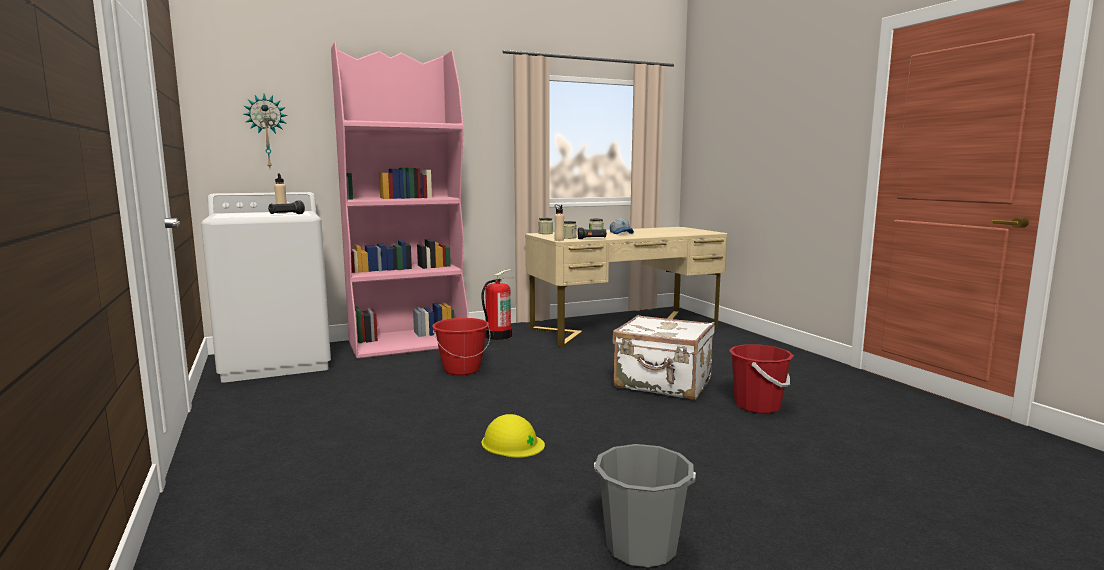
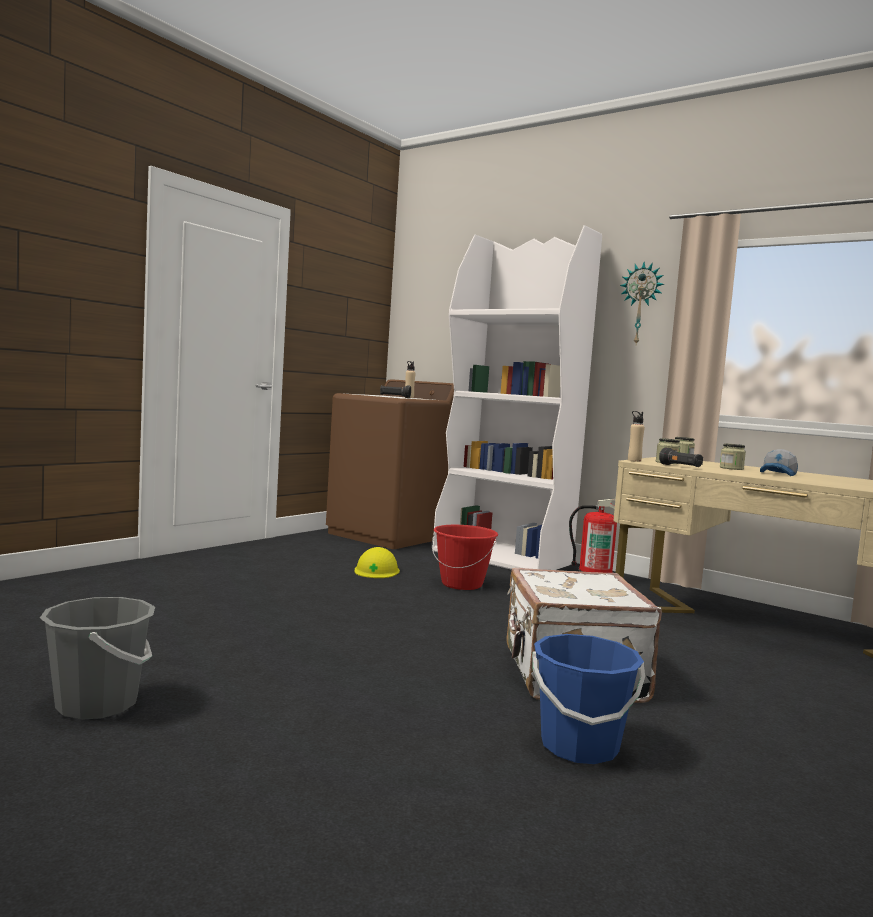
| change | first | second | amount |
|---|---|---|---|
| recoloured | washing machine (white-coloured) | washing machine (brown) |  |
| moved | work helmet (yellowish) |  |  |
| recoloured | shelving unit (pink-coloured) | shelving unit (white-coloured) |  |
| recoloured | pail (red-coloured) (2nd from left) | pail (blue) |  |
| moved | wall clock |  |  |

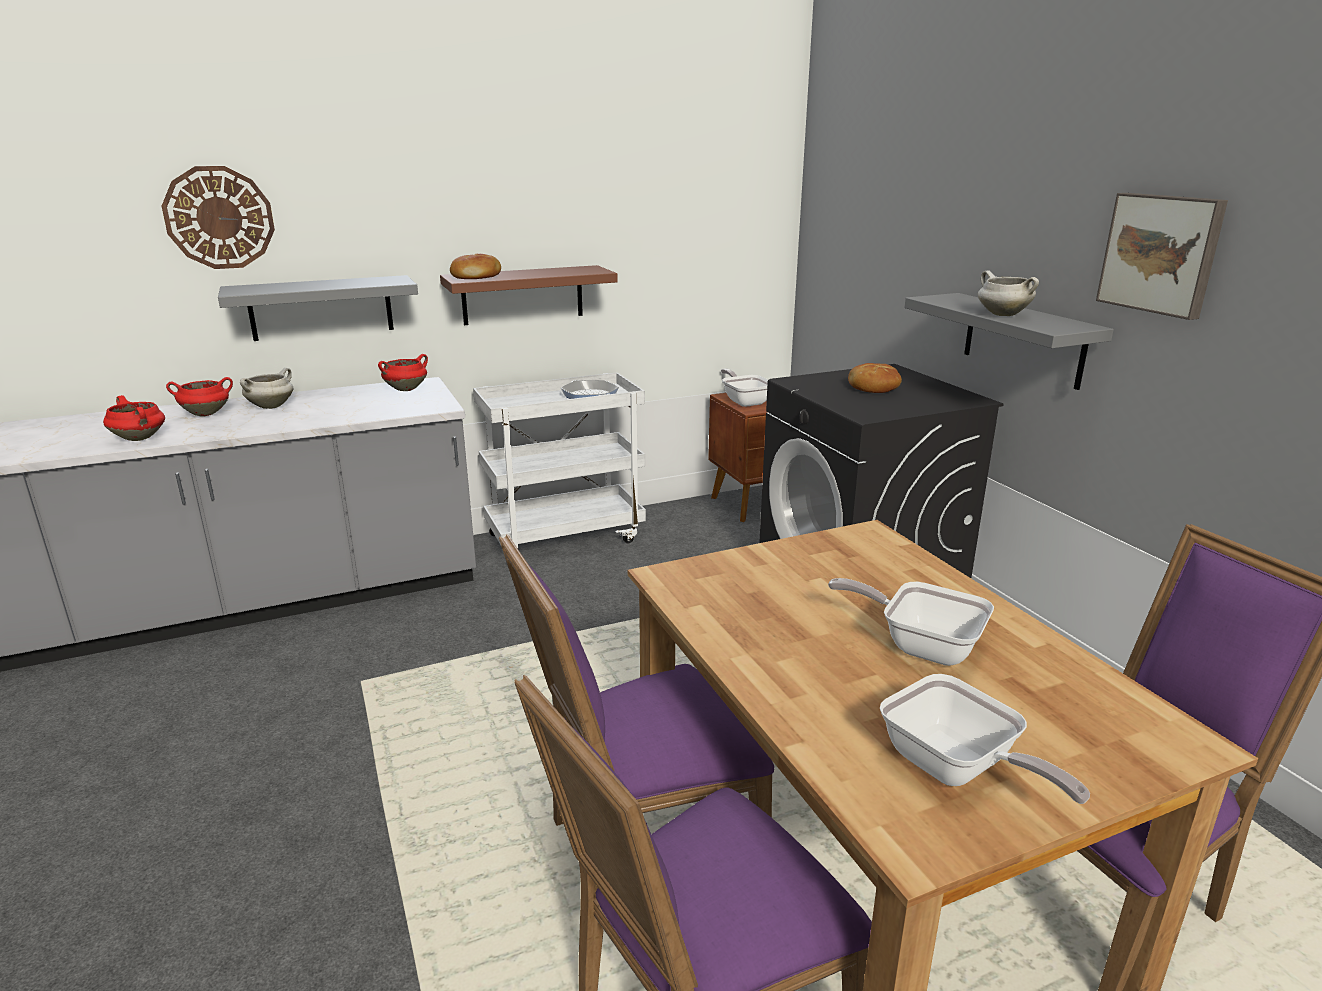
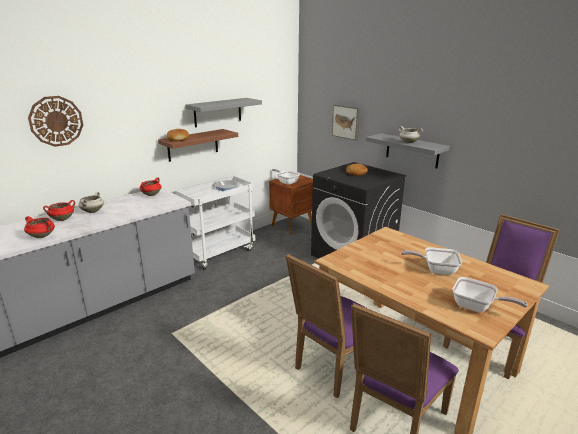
| change | first | second | amount |
|---|---|---|---|
| moved | bracket shelf (grey) (1st from left) |  |  |
| moved | wall art |  |  |

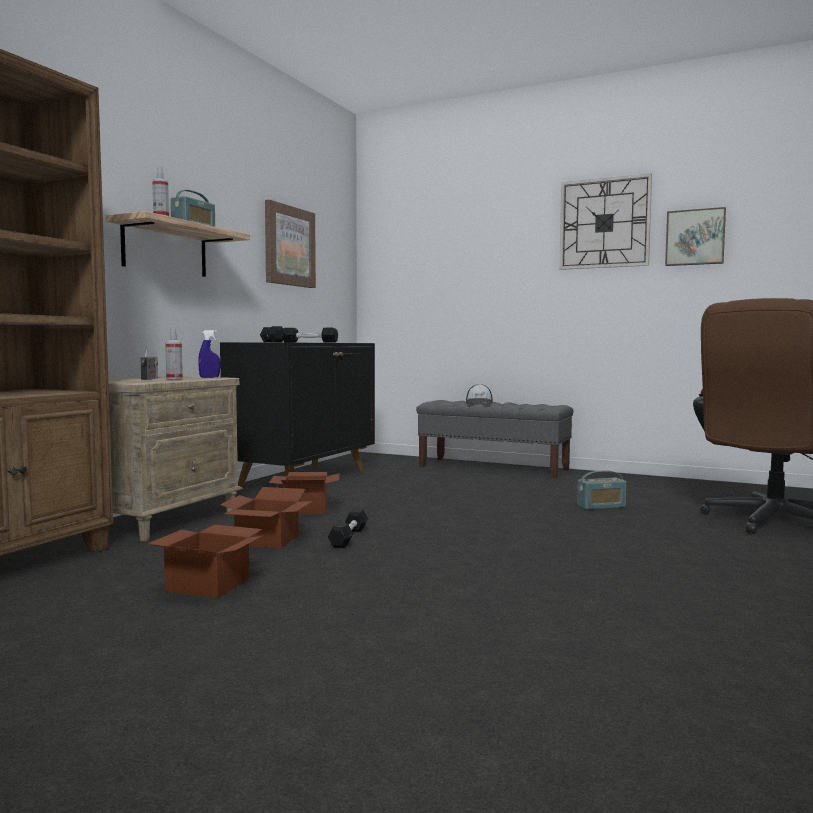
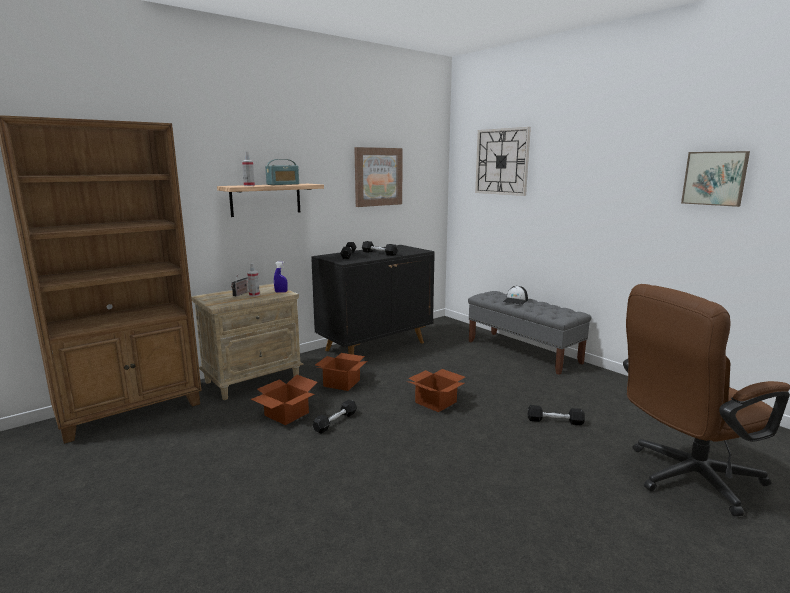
| change | first | second | amount |
|---|---|---|---|
| moved | packing box (1st from left in the first image) | packing box (3rd from left) |  |
| moved | wall clock |  |  |
| replaced | radio receiver (3rd from left) | free weight (blackish) (4th from left) |  |

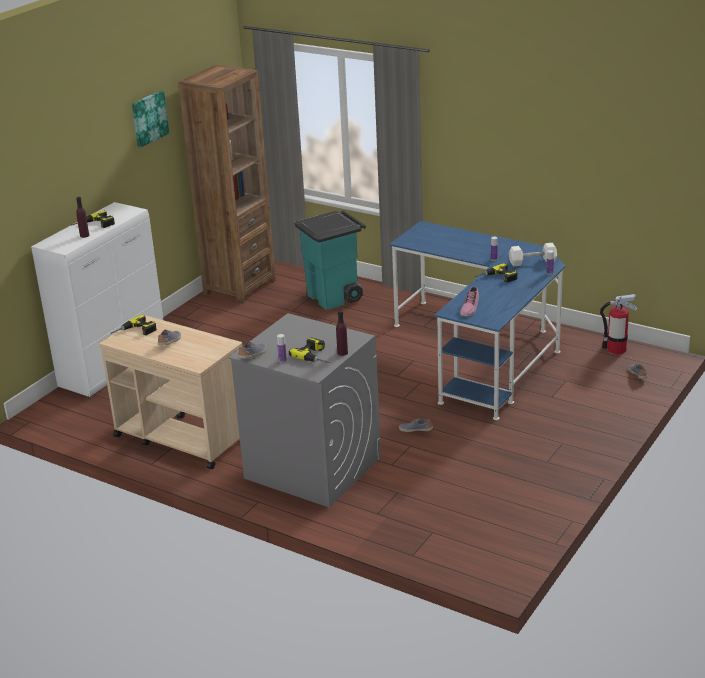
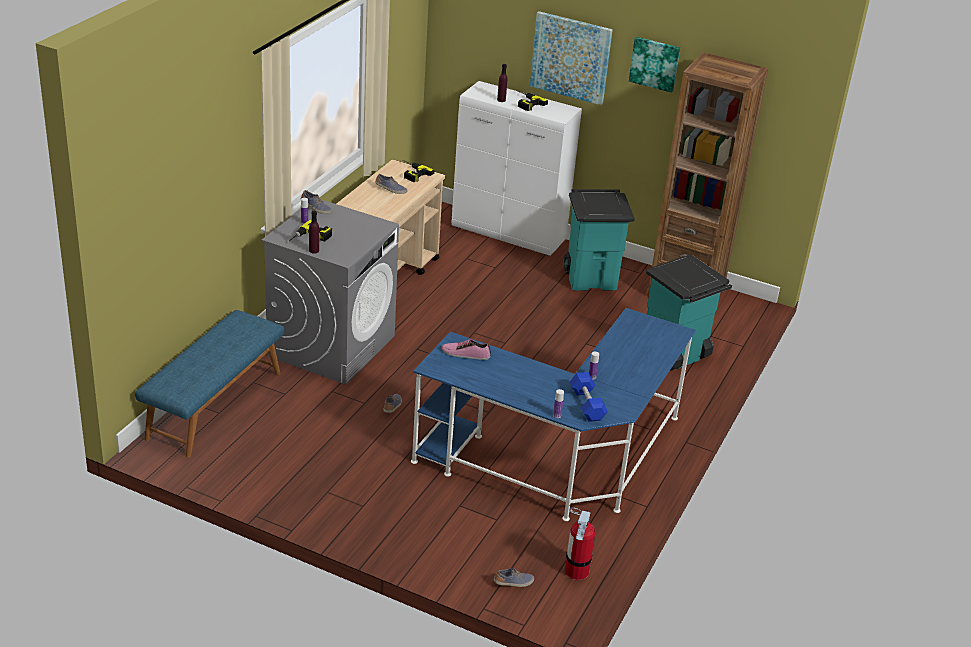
| change | first | second | amount |
|---|---|---|---|
| added |  | bench (blue) |  |
| added |  | wall art (1st from left) |  |
| added |  | waste bin (turquoise-coloured) (1st from left) |  |
| recoloured | free weight (white-coloured) | free weight (blue) |  |
| removed | electric drill (4th from left) |  |  |

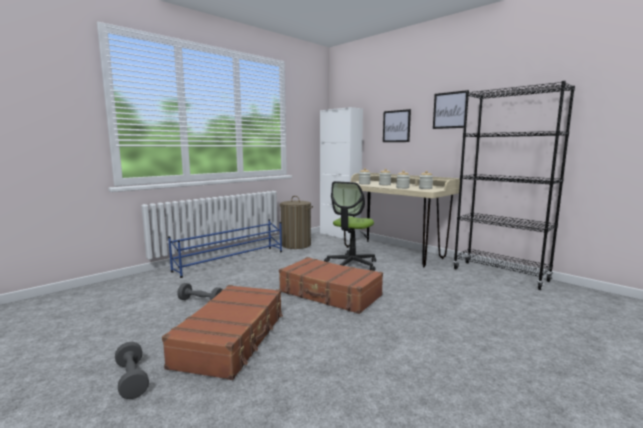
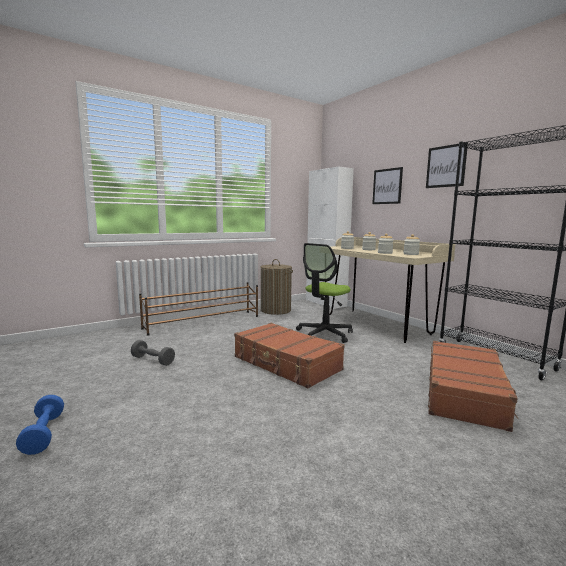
| change | first | second | amount |
|---|---|---|---|
| recoloured | free weight (grey) (1st from left) | free weight (blue) |  |
| recoloured | shoe rack (blue) | shoe rack (brown) |  |
| moved | suitcase (brown) (1st from left in the first image) | suitcase (brown) (2nd from left) |  |

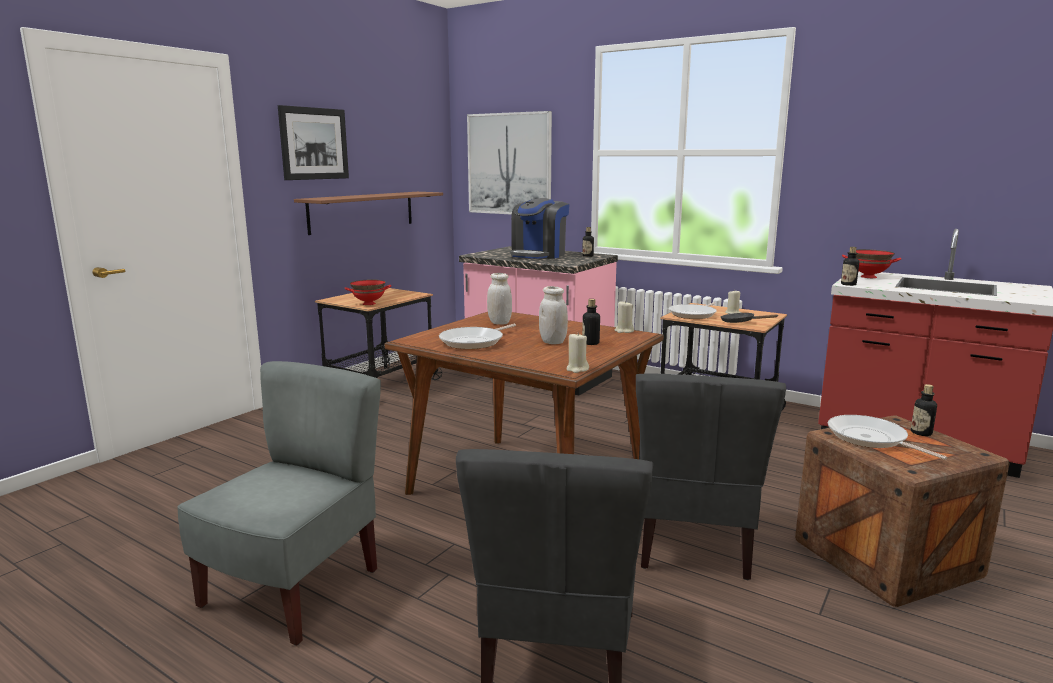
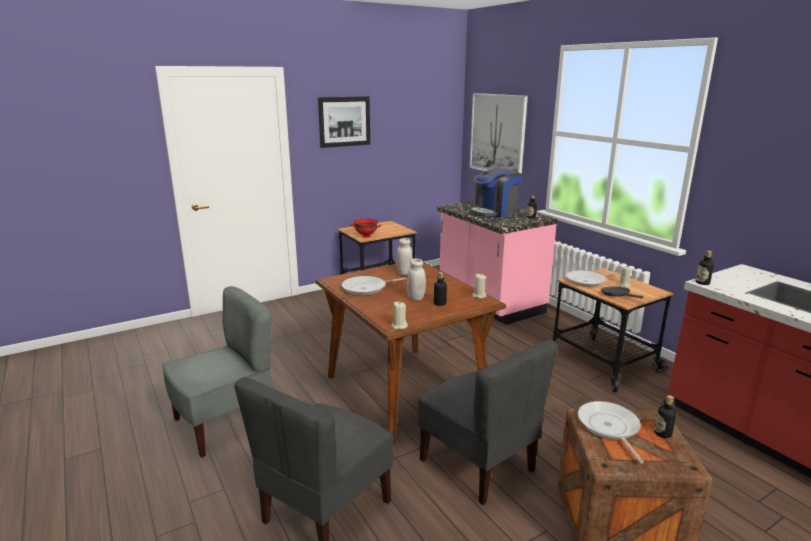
| change | first | second | amount |
|---|---|---|---|
| turned | plain chair (grey) (3rd from left) |  | 75 degrees counterclockwise |
| removed | bracket shelf (brown) |  |  |
| removed | serving bowl (red-coloured) (2nd from left) |  |  |

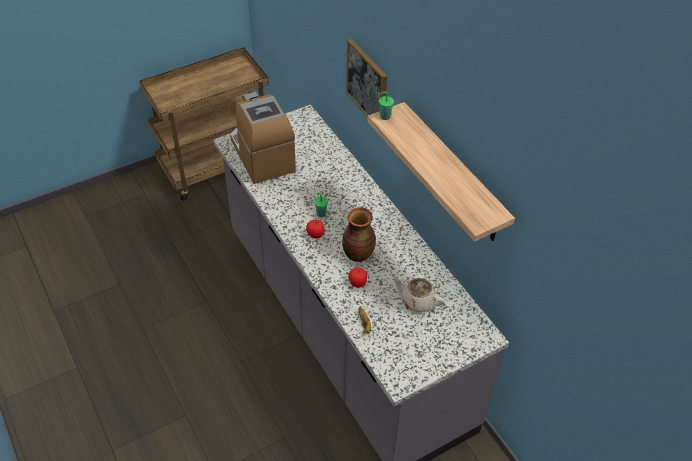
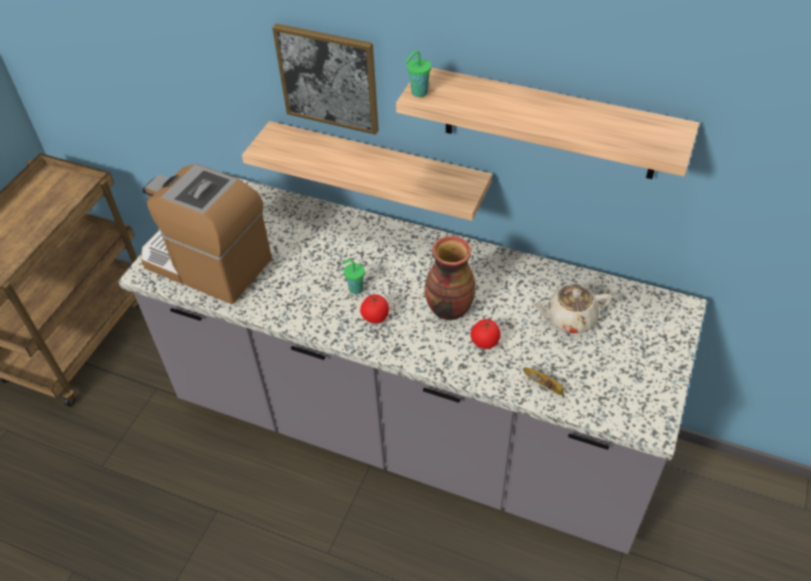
| change | first | second | amount |
|---|---|---|---|
| added |  | bracket shelf (1st from left) |  |

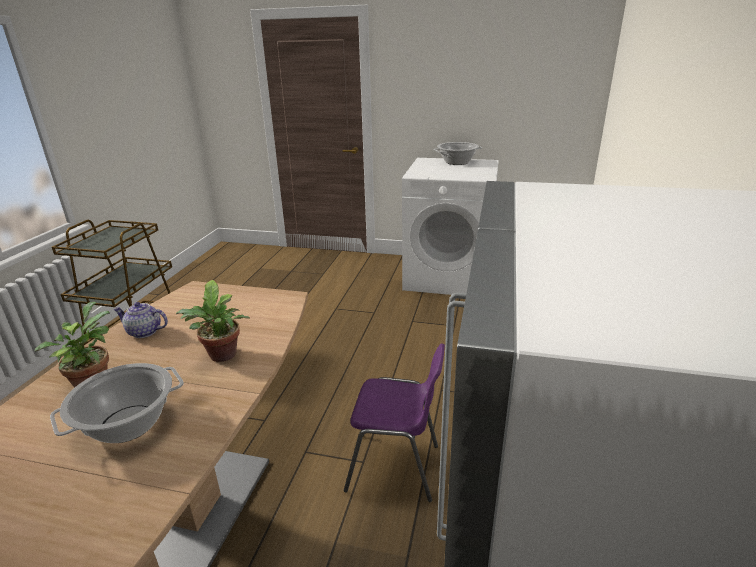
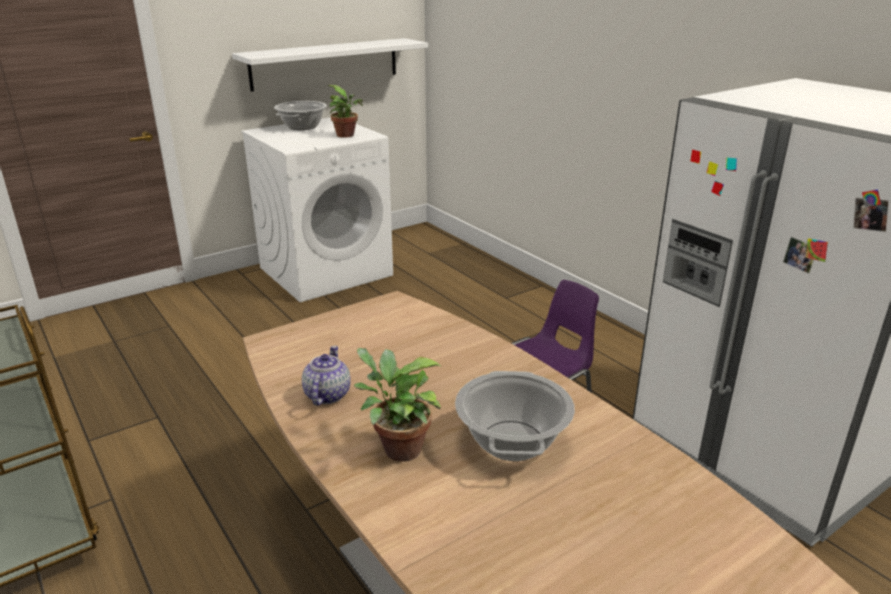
| change | first | second | amount |
|---|---|---|---|
| added |  | bracket shelf (white-coloured) |  |
| turned | pot for tea |  | 135 degrees clockwise |
| moved | houseplant (2nd from left in the first image) | houseplant (1st from left) |  |

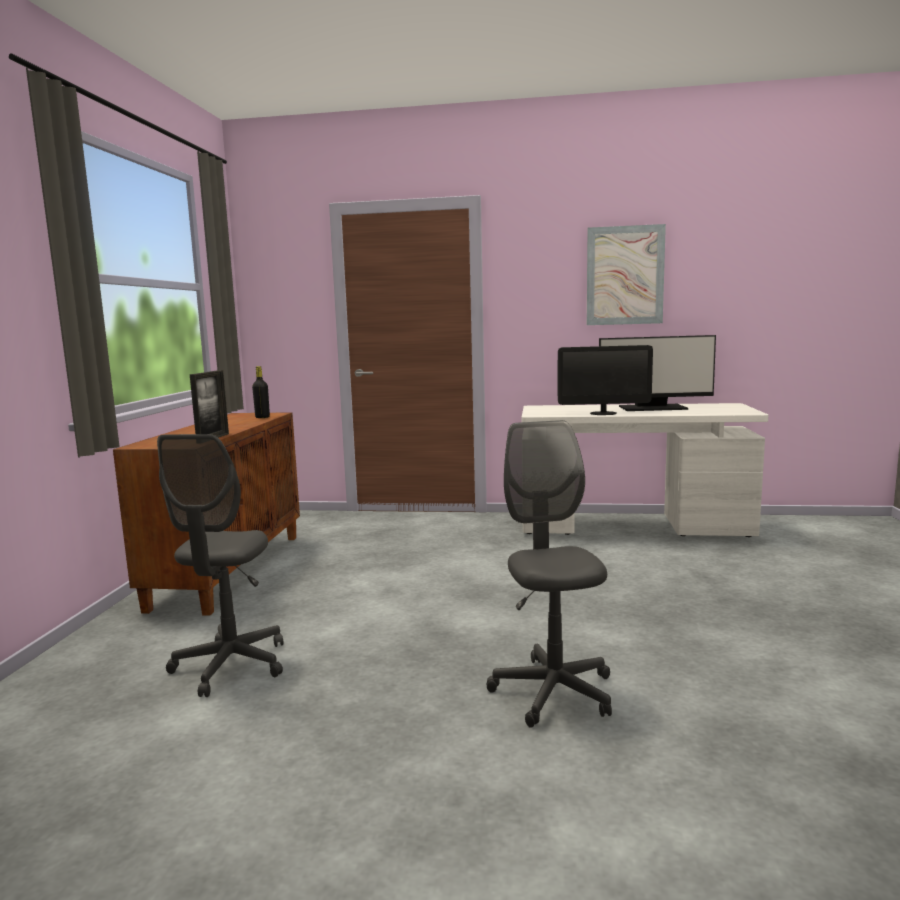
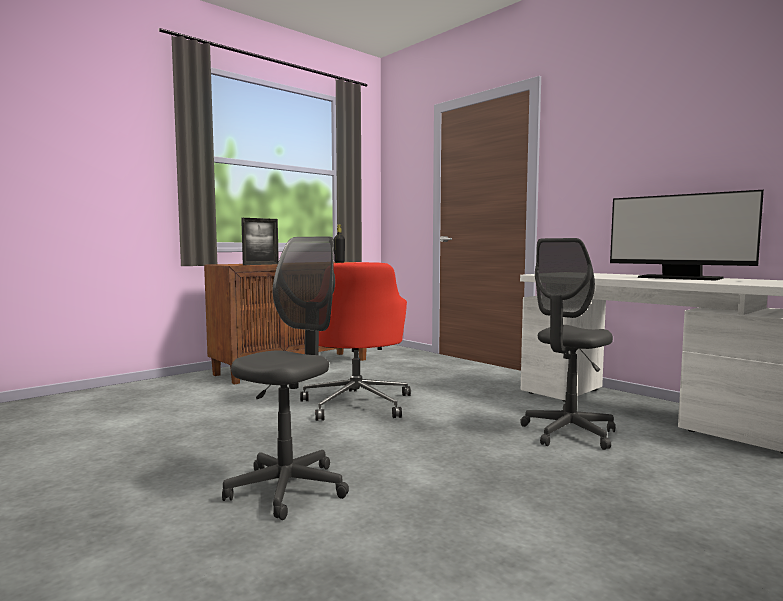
| change | first | second | amount |
|---|---|---|---|
| added |  | office chair (red-coloured) |  |
| moved | office chair (grey) (1st from left in the first image) | office chair (grey) (2nd from left) |  |
| removed | computer screen (1st from left) |  |  |
| removed | wall art |  |  |

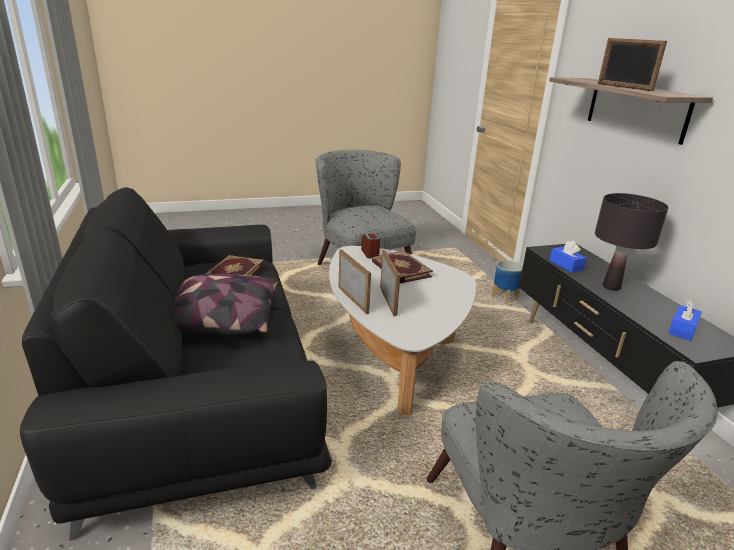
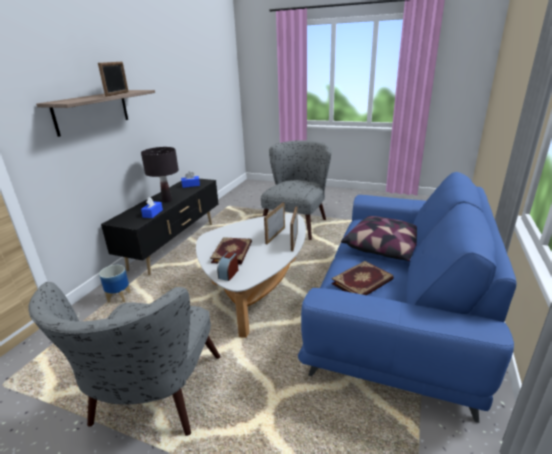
| change | first | second | amount |
|---|---|---|---|
| recoloured | couch (blackish) | couch (blue) |  |

